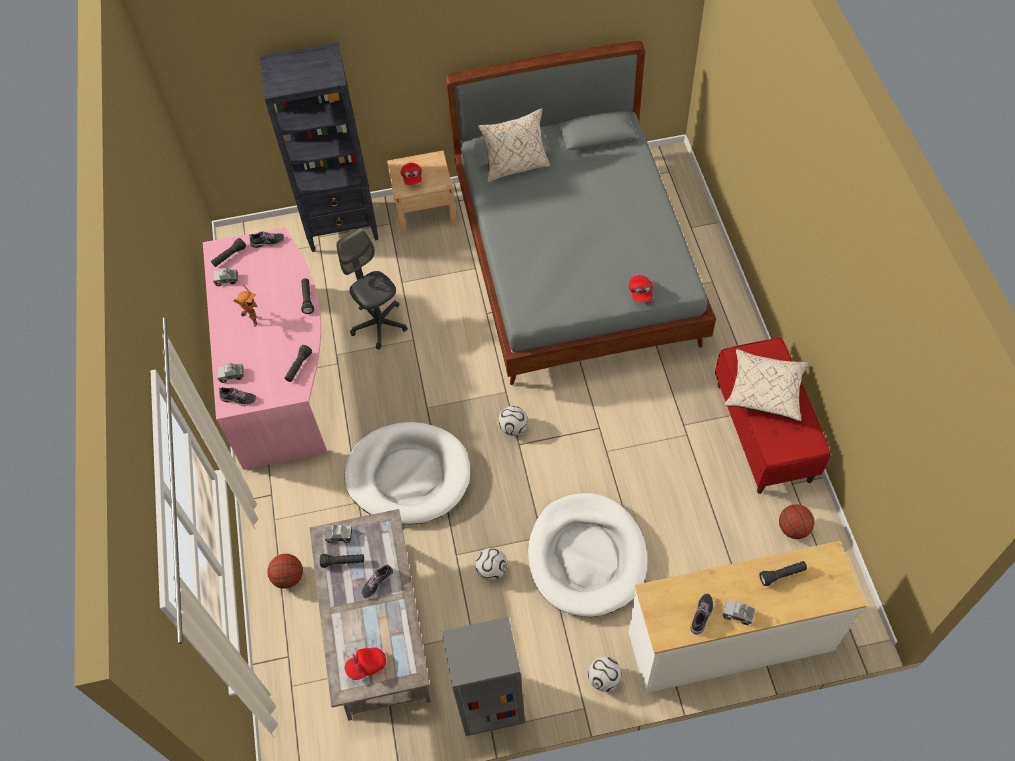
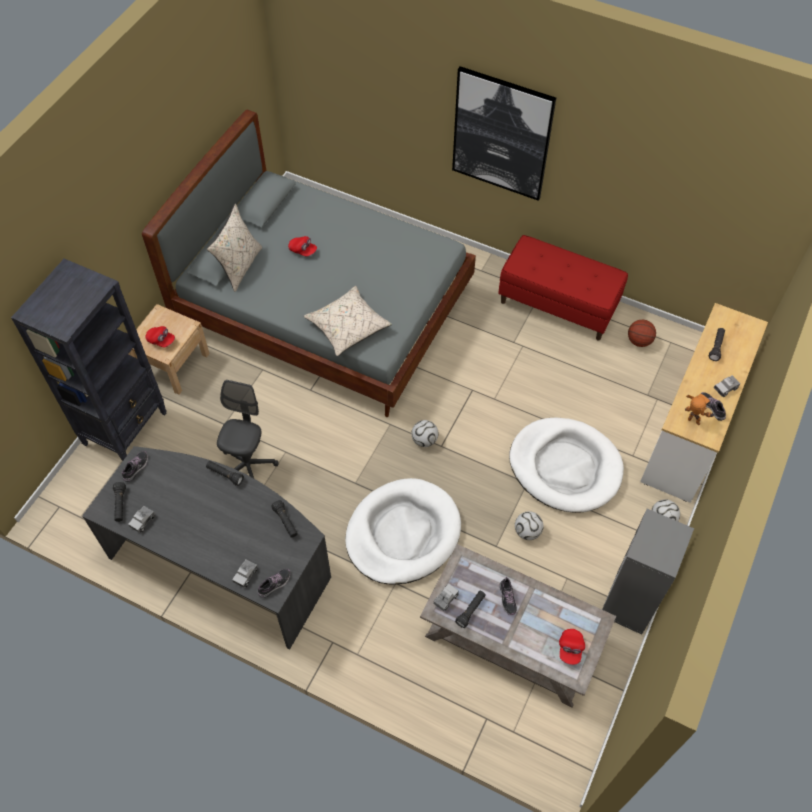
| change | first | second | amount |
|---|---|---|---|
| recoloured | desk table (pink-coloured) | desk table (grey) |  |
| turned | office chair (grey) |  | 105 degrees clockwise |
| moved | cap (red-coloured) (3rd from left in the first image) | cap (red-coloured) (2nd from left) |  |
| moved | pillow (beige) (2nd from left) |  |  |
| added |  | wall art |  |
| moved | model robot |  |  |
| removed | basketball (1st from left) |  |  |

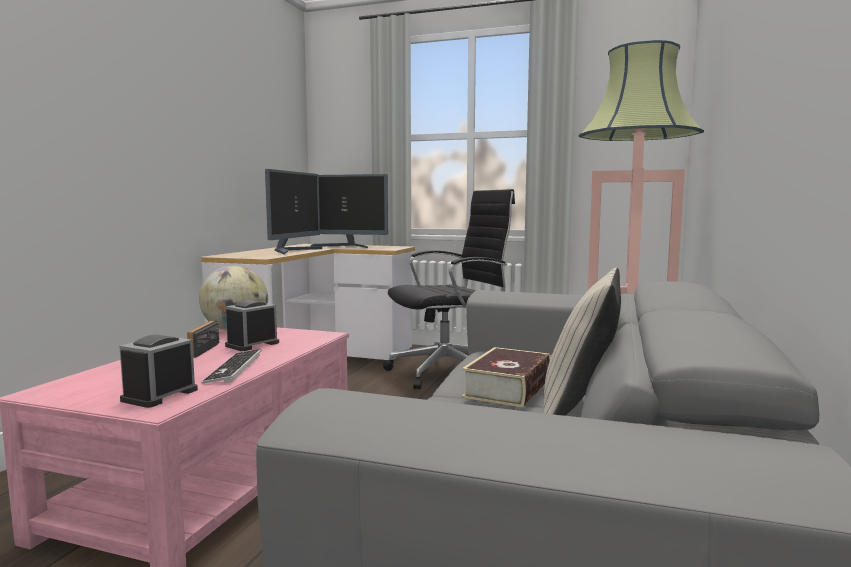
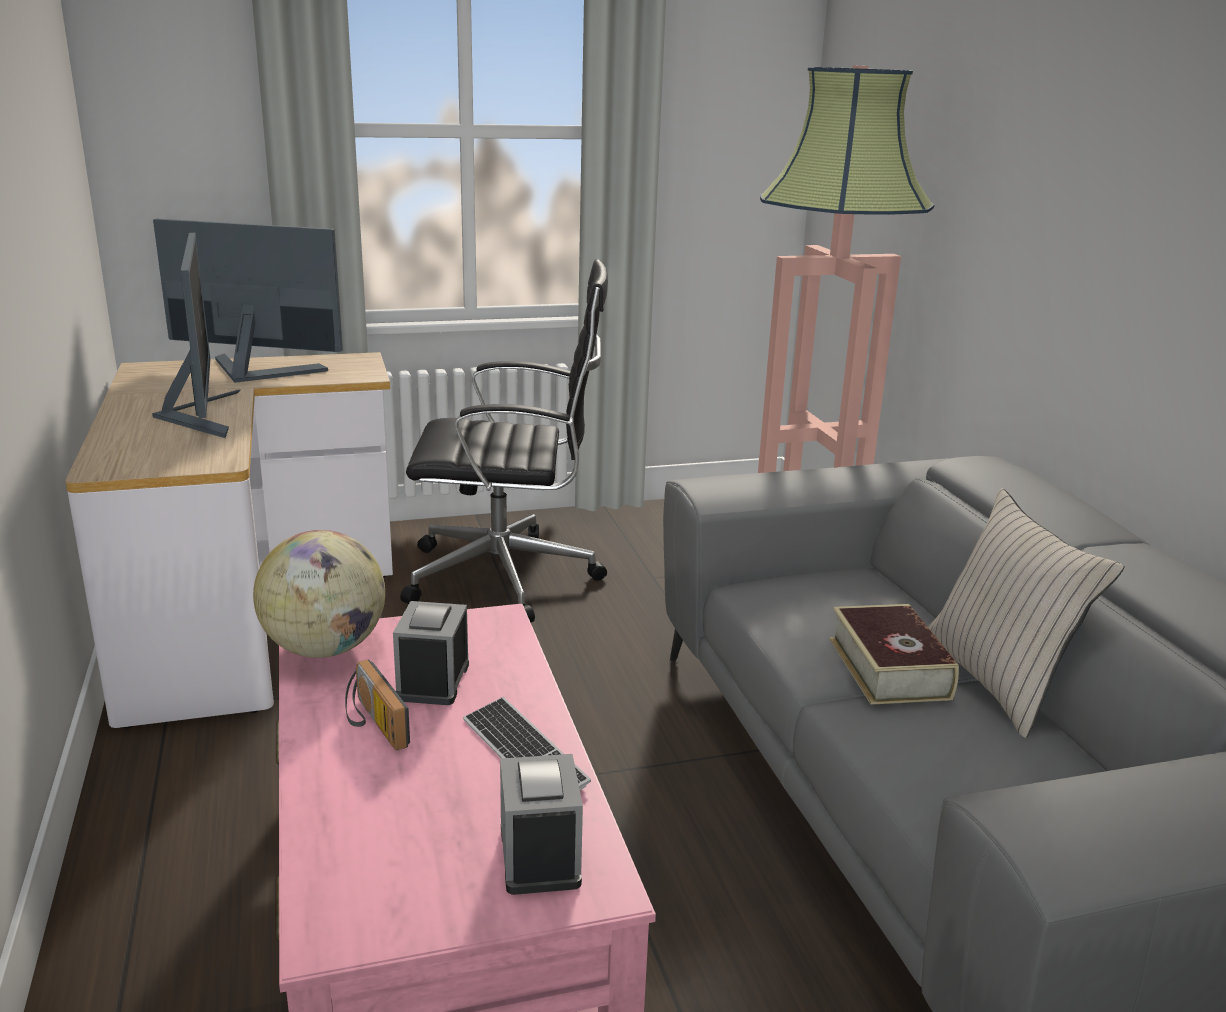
| change | first | second | amount |
|---|---|---|---|
| turned | computer screen (2nd from left) |  | 150 degrees counterclockwise |
| turned | office chair (blackish) |  | 60 degrees clockwise |

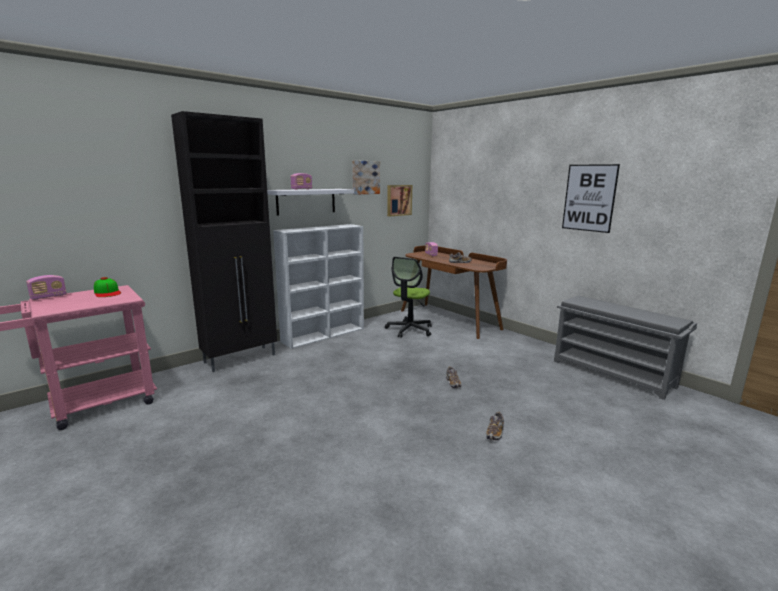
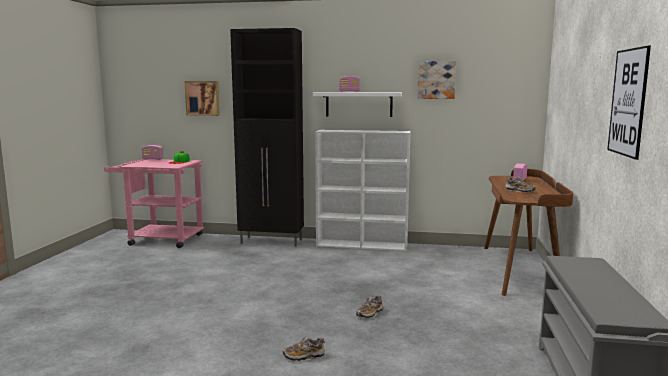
| change | first | second | amount |
|---|---|---|---|
| moved | wall art (2nd from left in the first image) | wall art (1st from left) |  |
| removed | office chair |  |  |

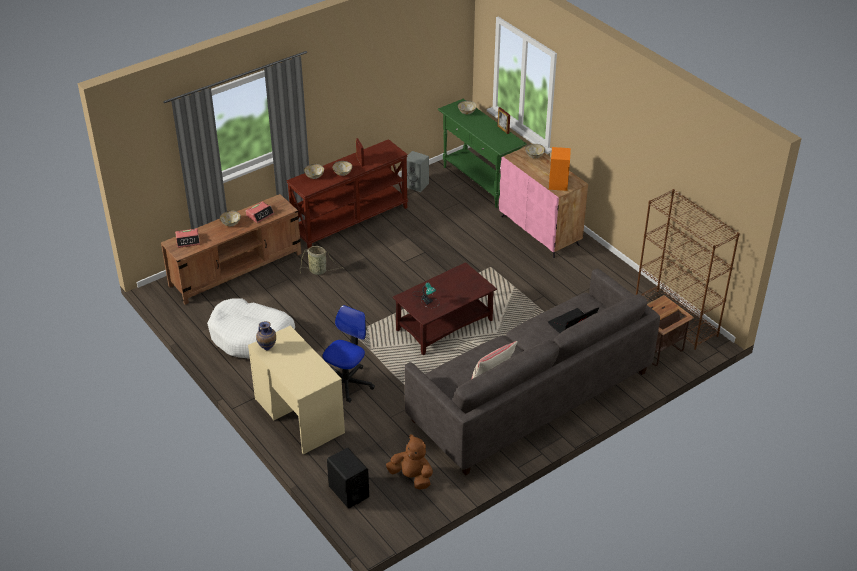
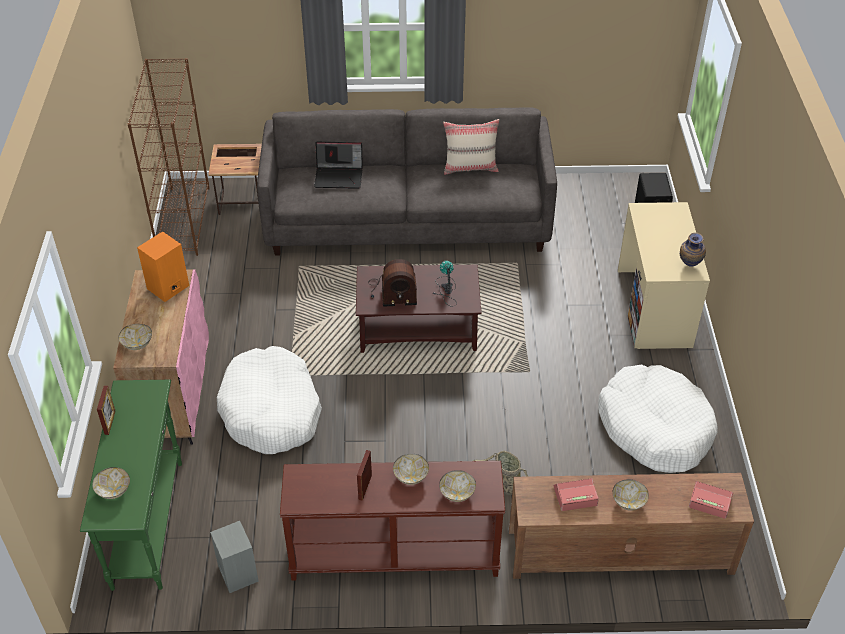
| change | first | second | amount |
|---|---|---|---|
| added |  | pet bed (white-coloured) (1st from left) |  |
| added |  | radio receiver |  |
| removed | office chair |  |  |
| removed | cuddly toy (brown) |  |  |

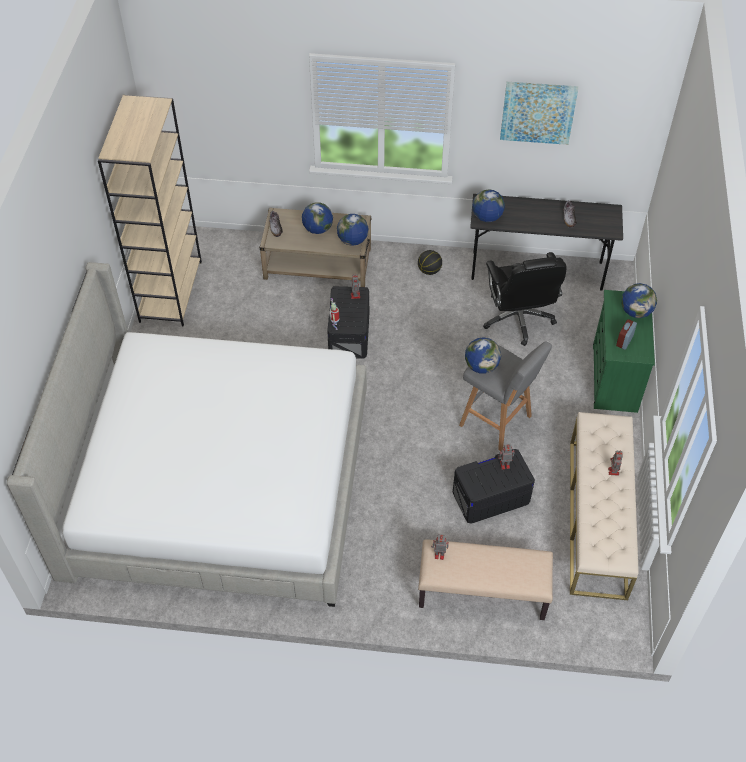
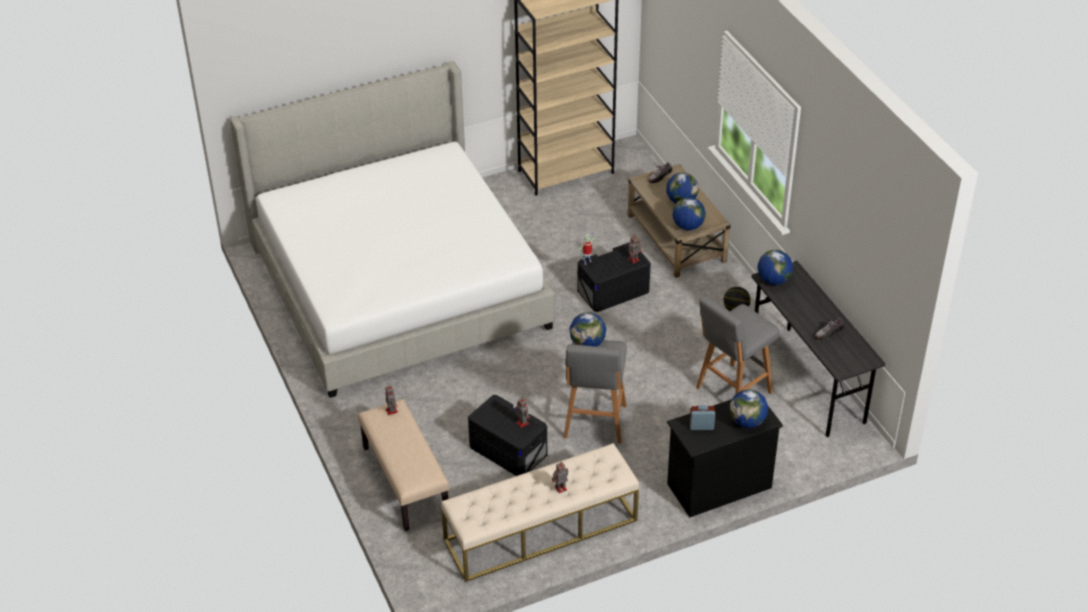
| change | first | second | amount |
|---|---|---|---|
| recoloured | drawer chest (green) | drawer chest (blackish) |  |
| replaced | office chair (blackish) | sitting stool (grey) (2nd from left) |  |
| removed | wall art |  |  |

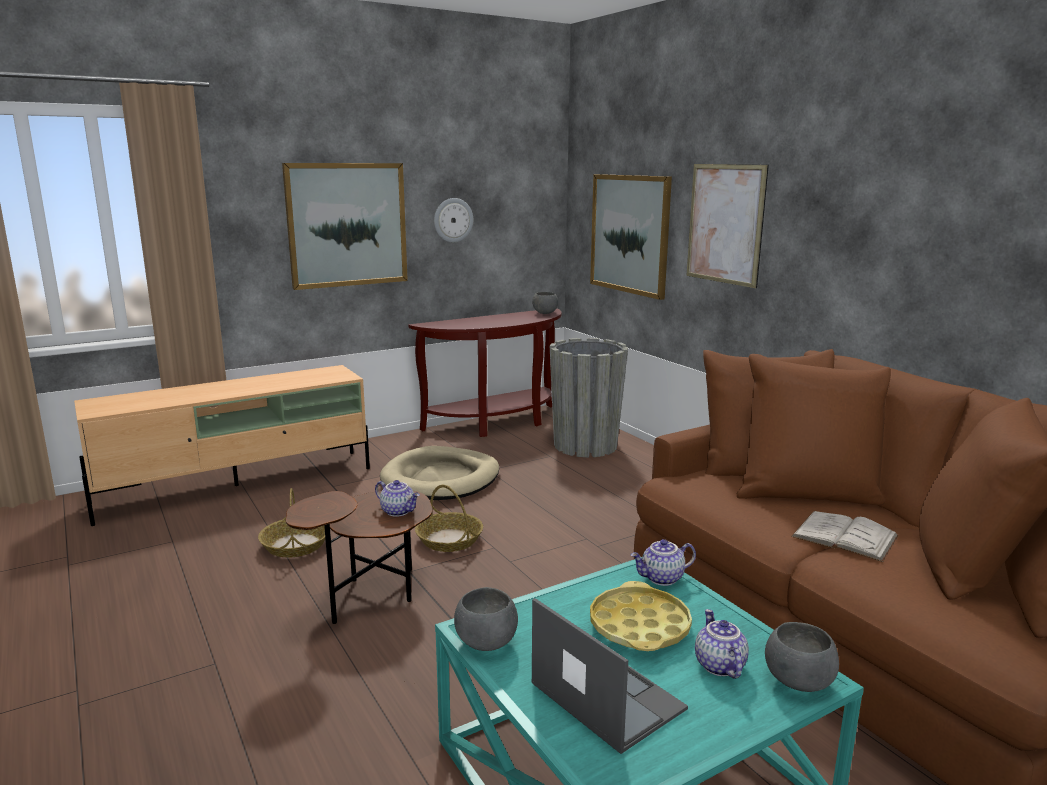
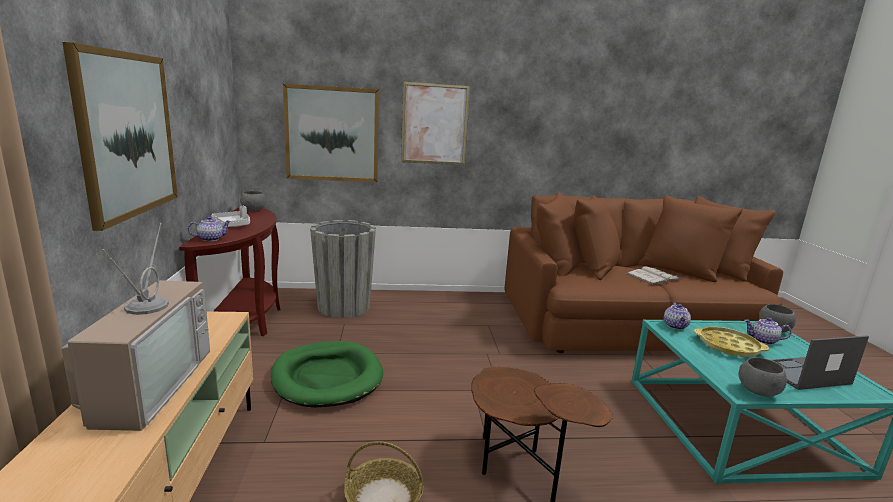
| change | first | second | amount |
|---|---|---|---|
| added |  | television |  |
| moved | pot for tea (1st from left) |  |  |
| added |  | tray (grey) |  |
| recoloured | pet bed (beige) | pet bed (green) |  |
| removed | basket (2nd from left) |  |  |
| removed | wall clock |  |  |

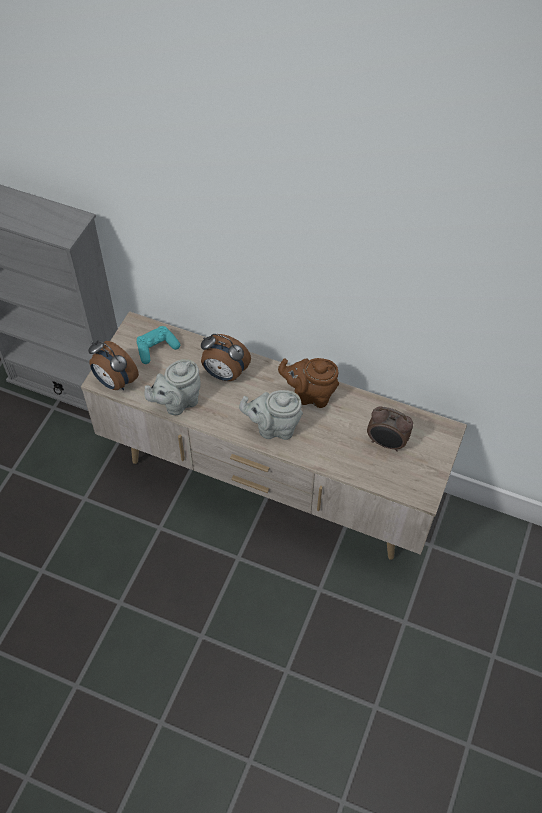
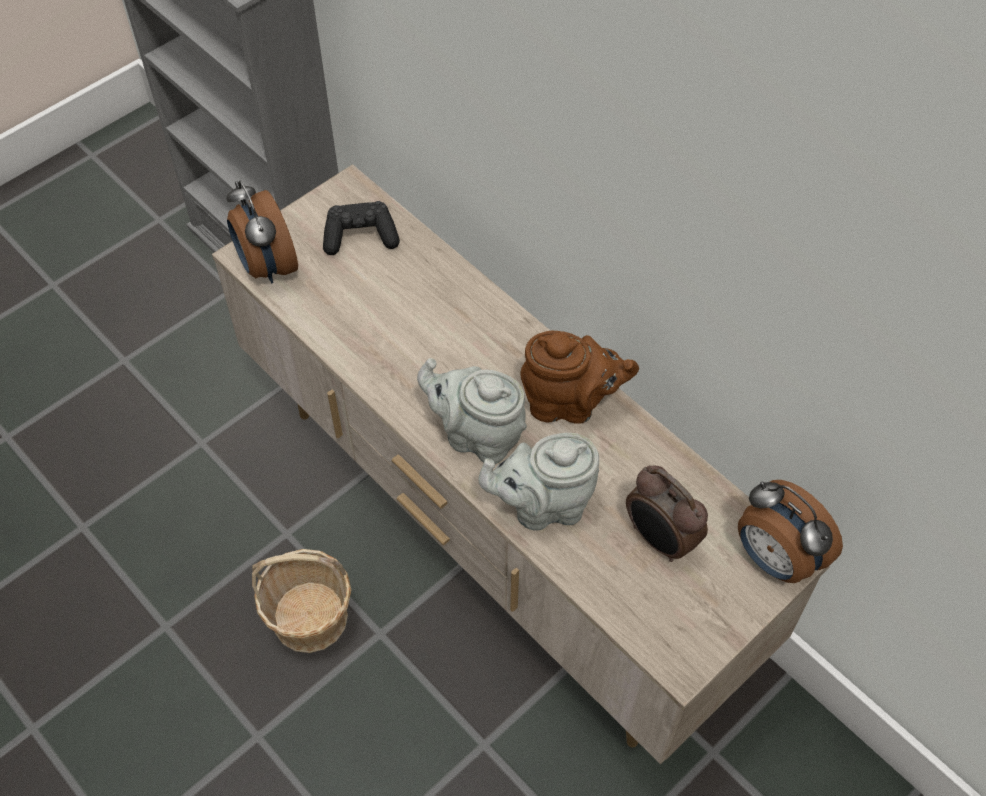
| change | first | second | amount |
|---|---|---|---|
| added |  | basket |  |
| recoloured | joypad (turquoise-coloured) | joypad (blackish) |  |
| moved | pot for tea (grey) (1st from left in the first image) | pot for tea (grey) (2nd from left) |  |
| turned | pot for tea (brown) |  | 150 degrees clockwise |
| moved | alarm clock (2nd from left in the first image) | alarm clock (3rd from left) |  |

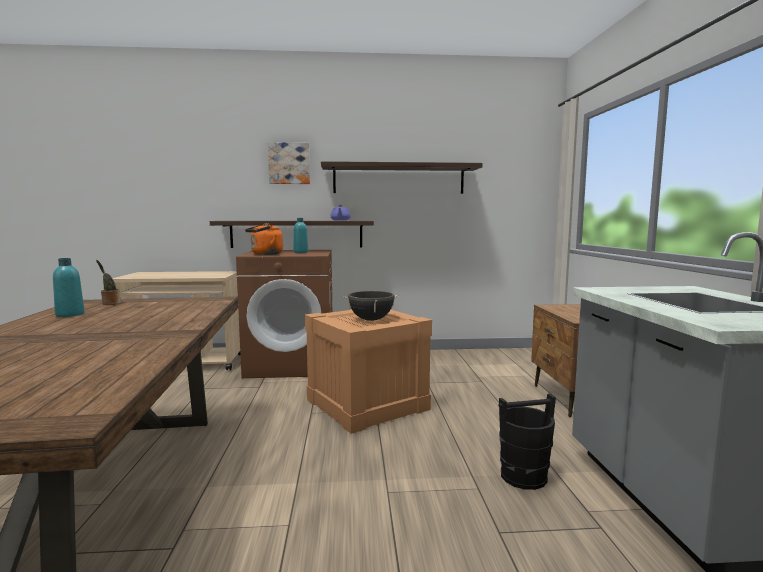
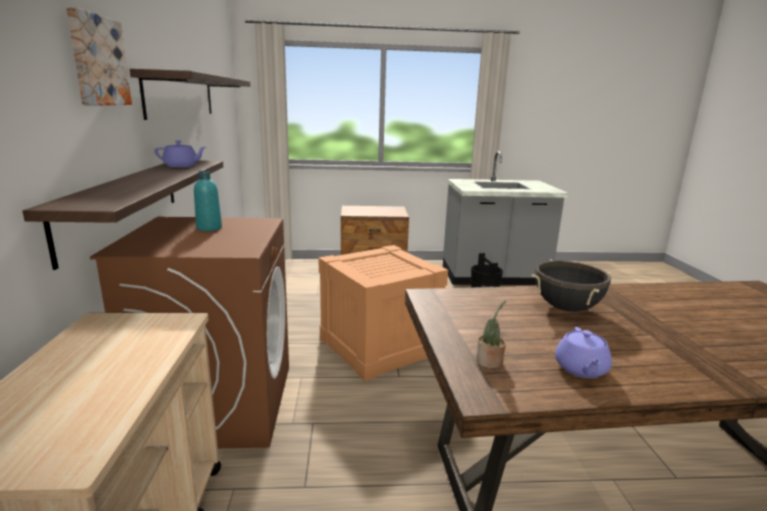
| change | first | second | amount |
|---|---|---|---|
| moved | saucepot (blackish) |  |  |
| replaced | beverage bottle (turquoise-coloured) (1st from left) | pot for tea (purplish) (2nd from left) |  |
| removed | water kettle (orange) |  |  |

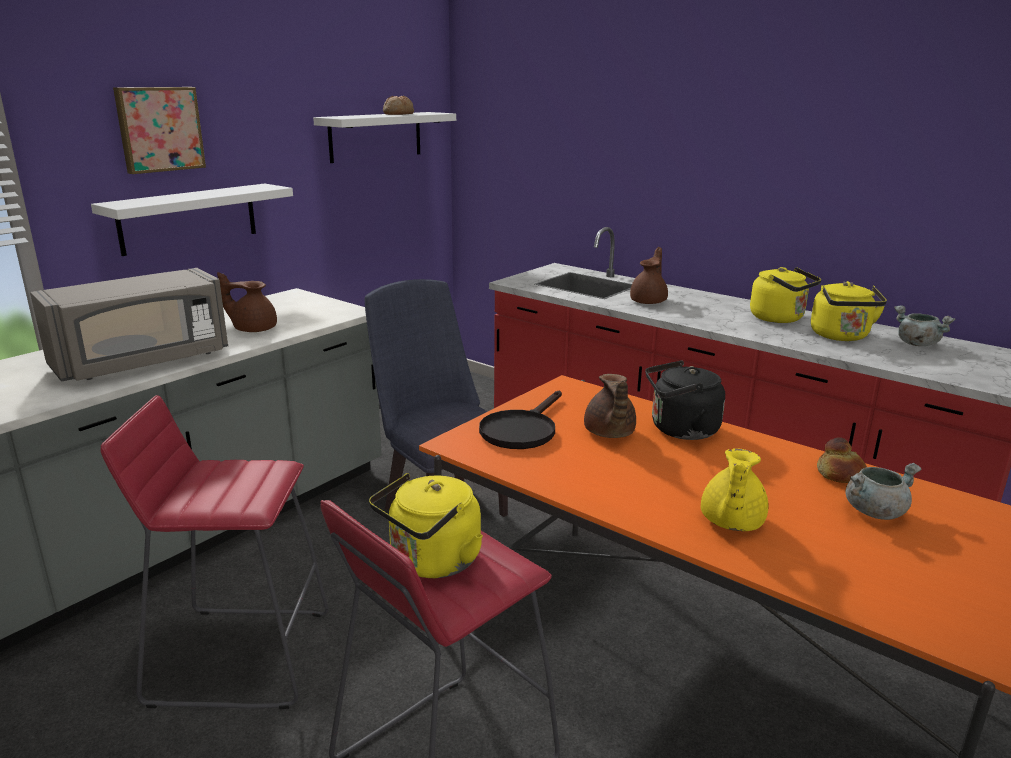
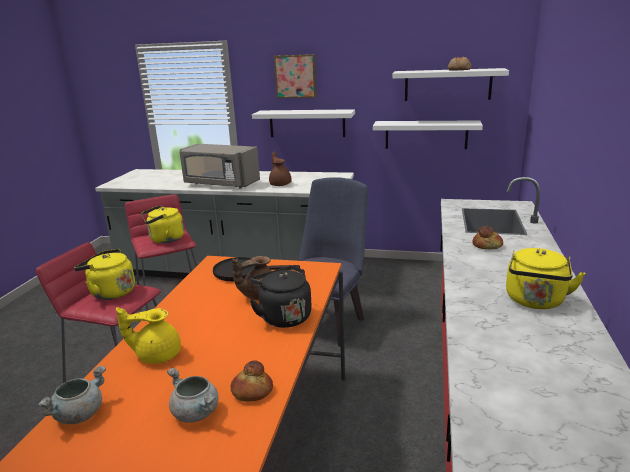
| change | first | second | amount |
|---|---|---|---|
| moved | saucepot (grey) (2nd from left in the first image) | saucepot (grey) (1st from left) |  |
| moved | water kettle (yellowish) (3rd from left in the first image) | water kettle (yellowish) (2nd from left) |  |
| added |  | bracket shelf (white-coloured) (2nd from left) |  |
| replaced | pot for tea (brown) (3rd from left) | bakery bread (3rd from left) |  |

